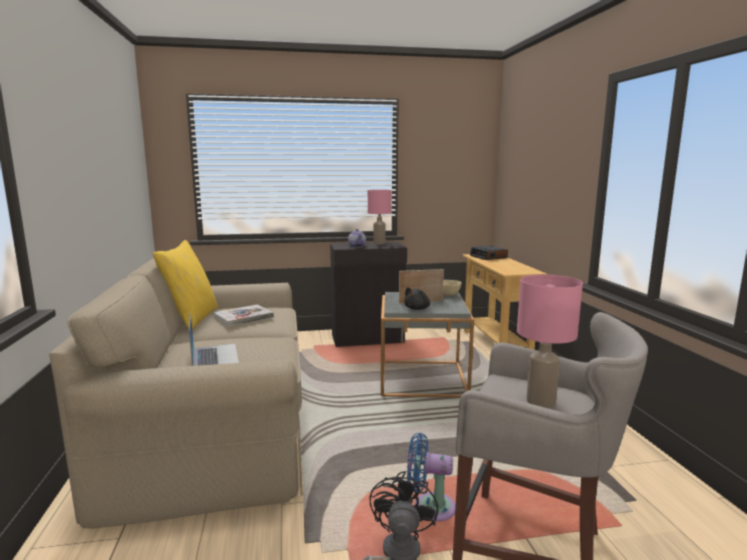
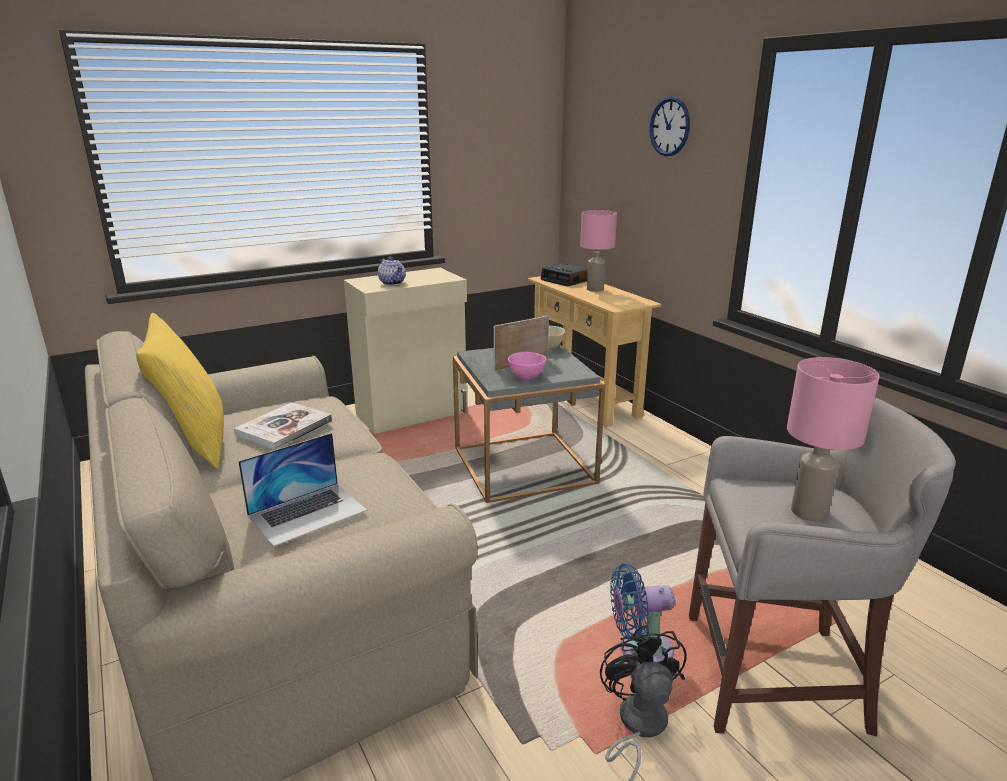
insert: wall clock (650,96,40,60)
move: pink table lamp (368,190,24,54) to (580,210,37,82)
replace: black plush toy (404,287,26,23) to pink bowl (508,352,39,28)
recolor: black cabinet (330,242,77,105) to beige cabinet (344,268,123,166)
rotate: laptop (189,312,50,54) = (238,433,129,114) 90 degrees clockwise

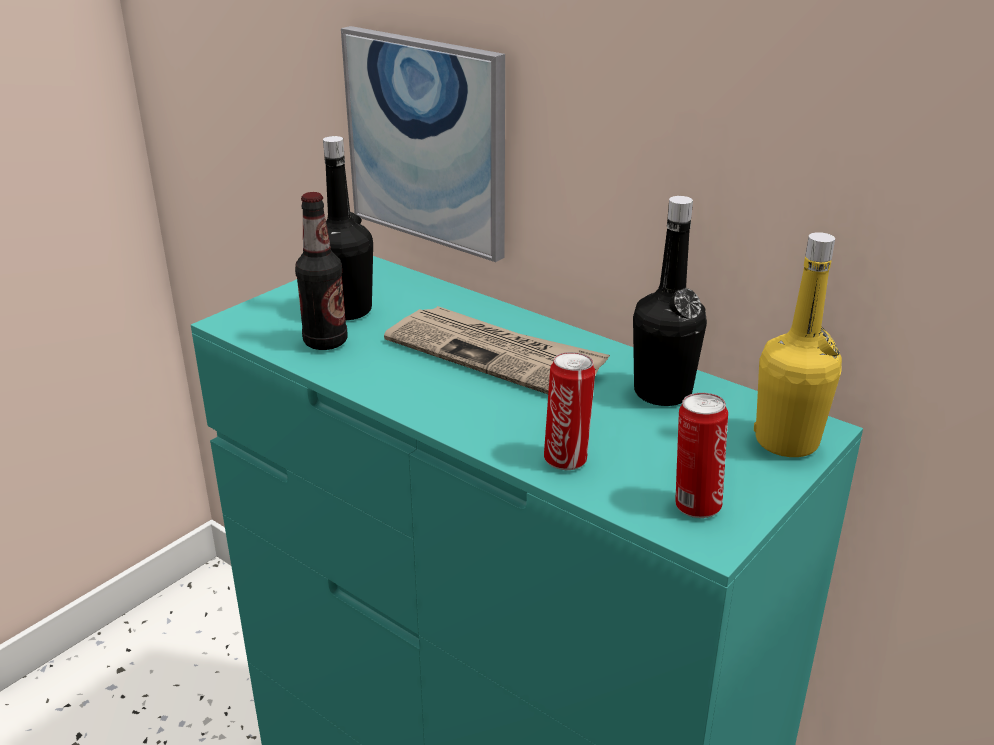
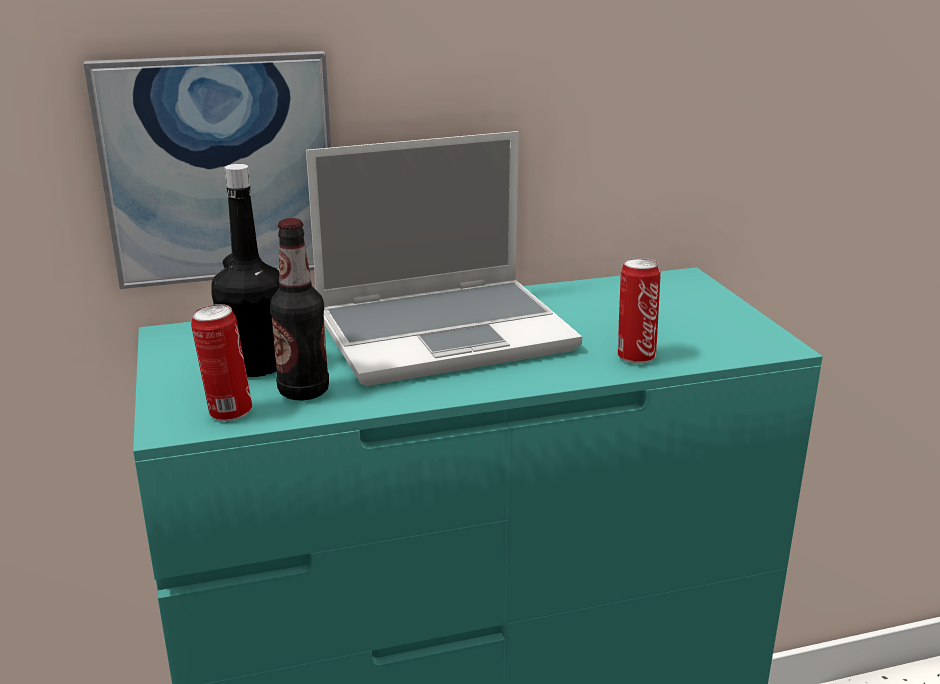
delete: black bottle (633,196,74,210); yellow bottle (754,232,88,225)
move: can (675,393,53,125) to (191,304,61,117)
replace: newspaper (384,306,226,88) to laptop (306,131,276,255)

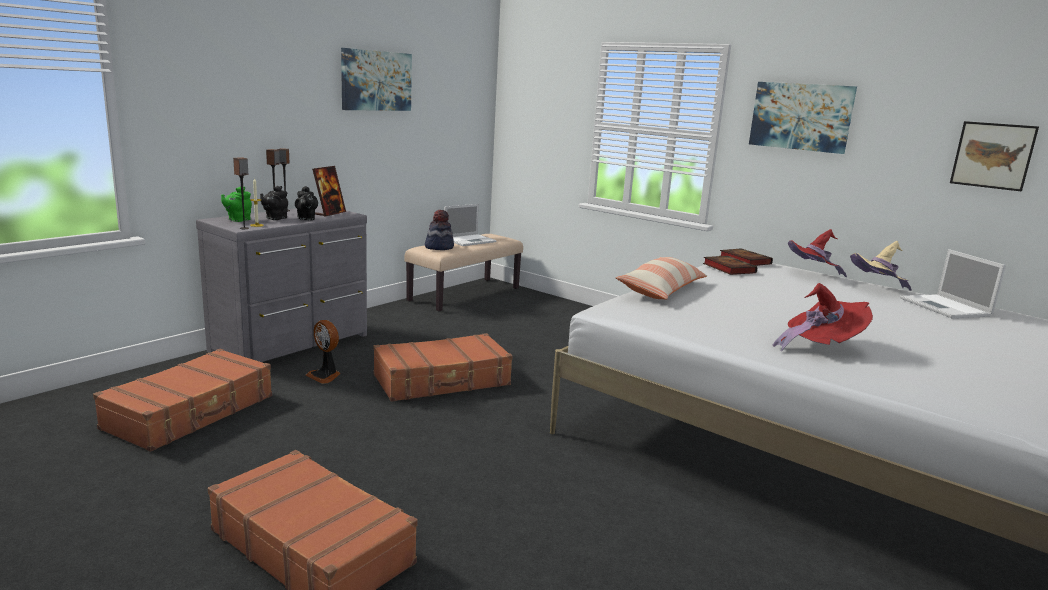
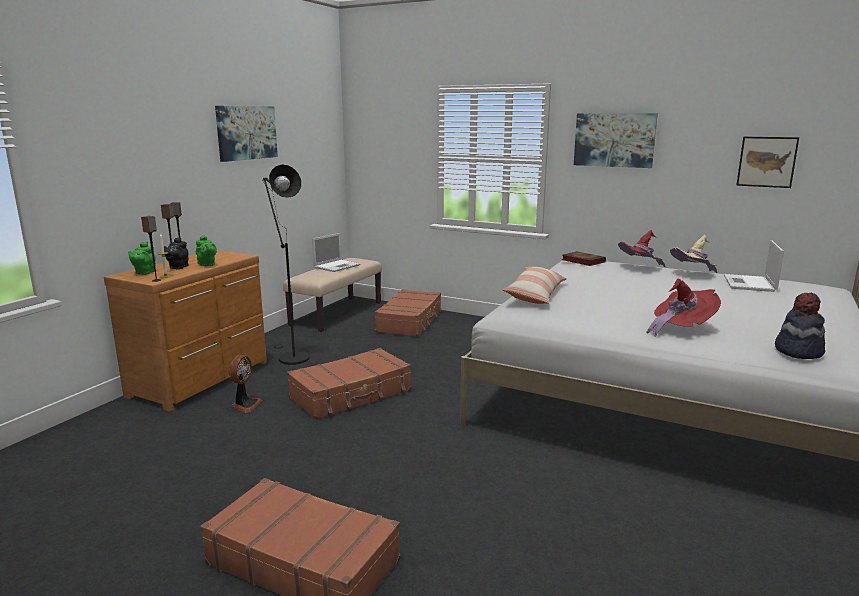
delete: picture frame (312,166,34,51); book (703,256,54,19)
insert: black floor lamp (262,165,48,200)
move: hat (425,210,29,40) to (775,293,50,66); brown suitcase (93,349,179,103) to (375,289,67,48)
recolor: black teapot (295,186,23,34) to green teapot (196,235,21,31); grey dresser (196,206,171,156) to brown dresser (104,250,163,162)
rotate: laptop (900,249,106,69) = (724,240,60,52) 45 degrees clockwise; fan (306,320,35,64) = (229,355,34,58) 105 degrees counterclockwise

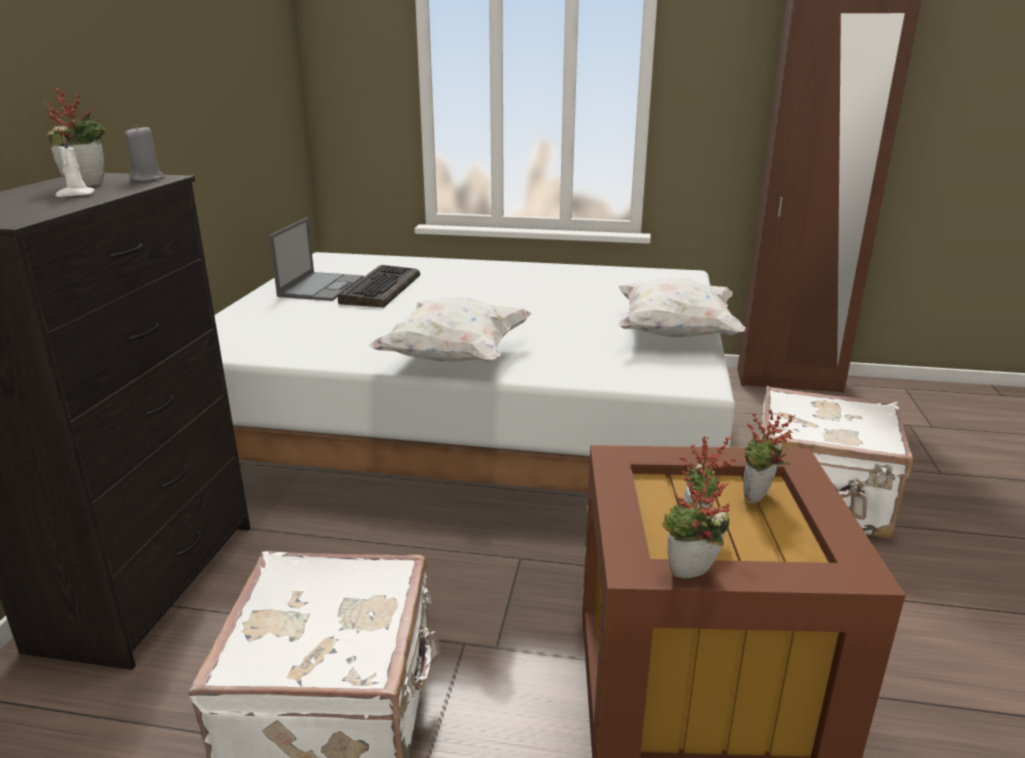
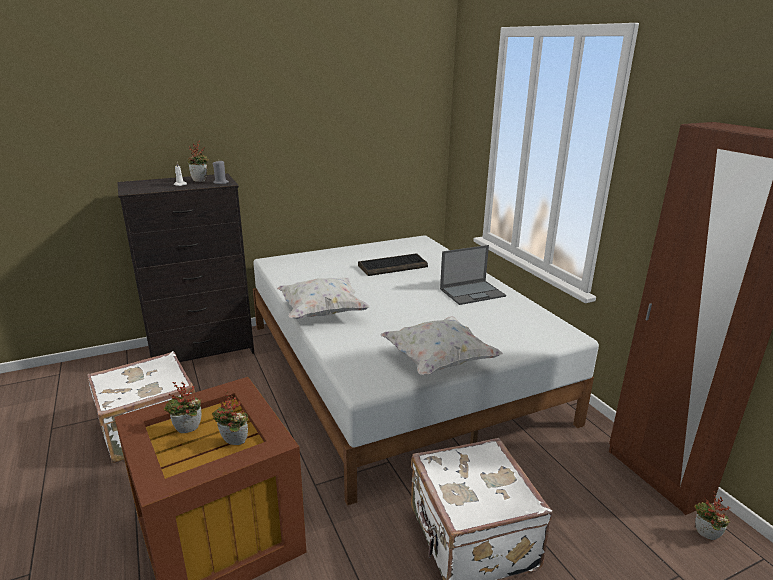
move: laptop (269,218,95,83) to (440,245,66,60); potted plant (662,471,68,107) to (694,491,36,49)

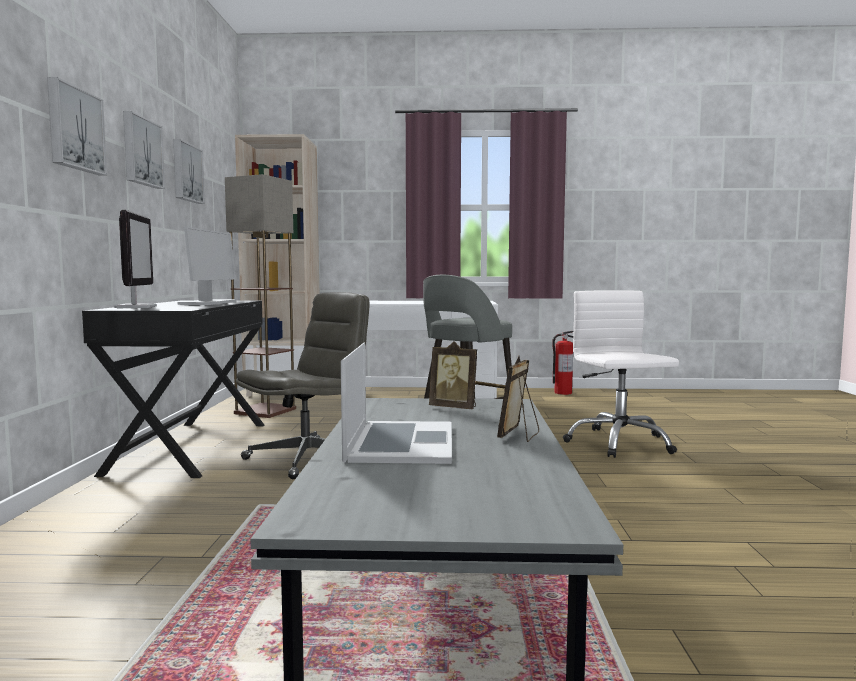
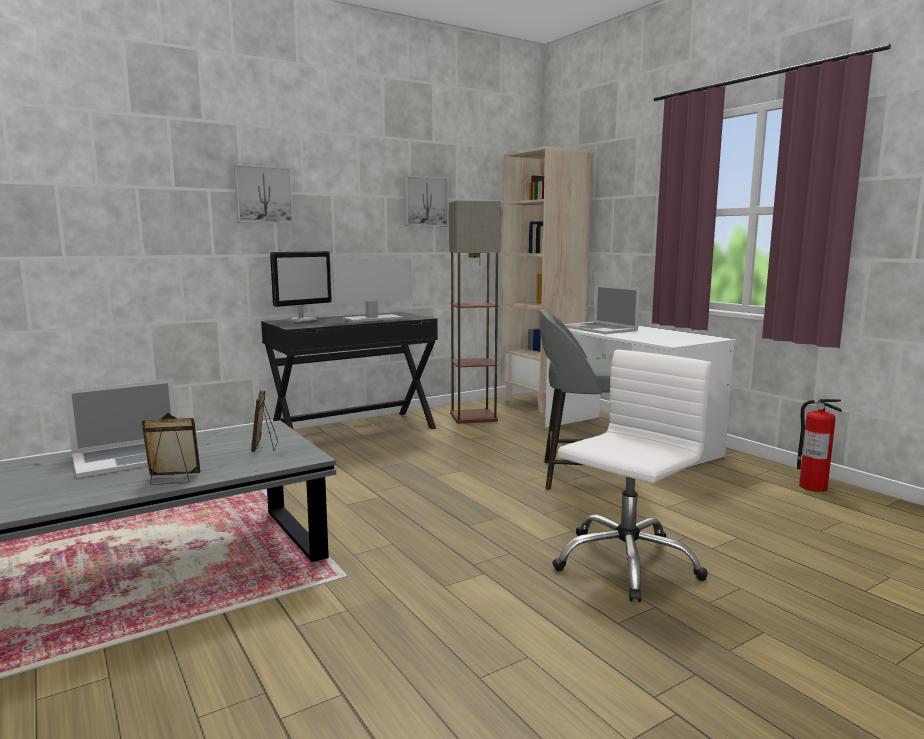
delete: picture (123,111,42,78); grey office chair (236,292,133,187)
insert: laptop (565,284,75,50)

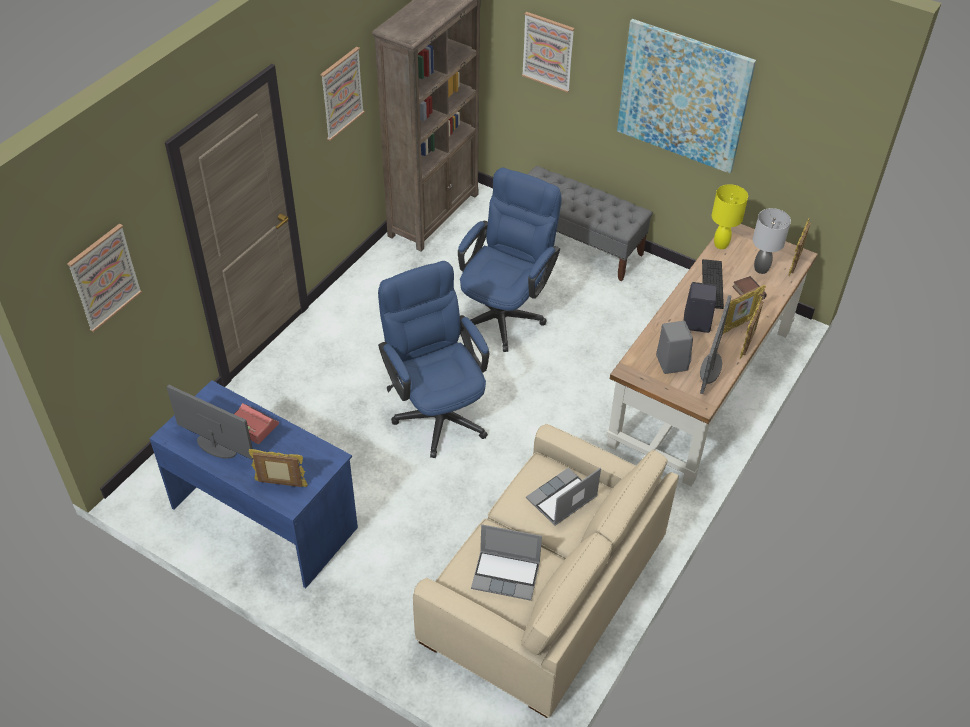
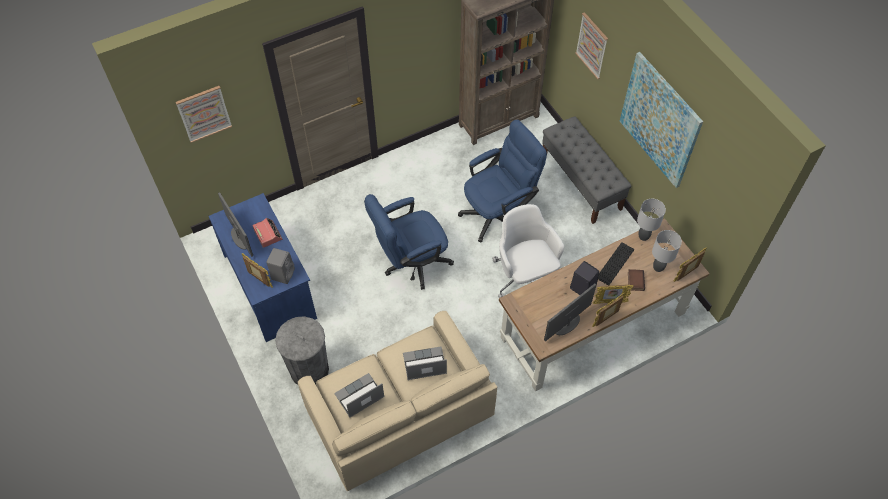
delete: picture (320,47,45,94)
insert: white office chair (492,204,72,94); grey trash can (275,316,54,70)
move: grey speaker (656,321,37,53) to (266,248,29,36)
recolor: yellow table lamp (712,184,36,65) to grey table lamp (637,199,29,42)
rotate: blue office chair (378,261,111,197) = (364,194,90,96) 120 degrees counterclockwise; laptop (471,524,71,77) = (334,373,51,44) 105 degrees clockwise

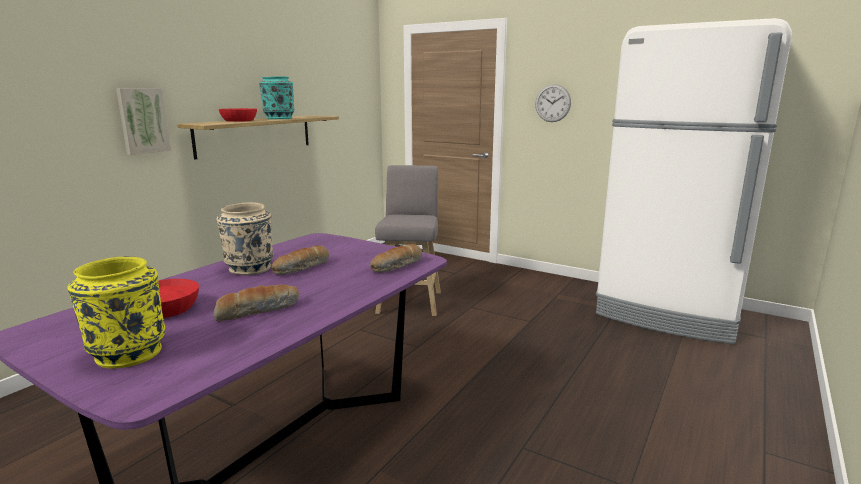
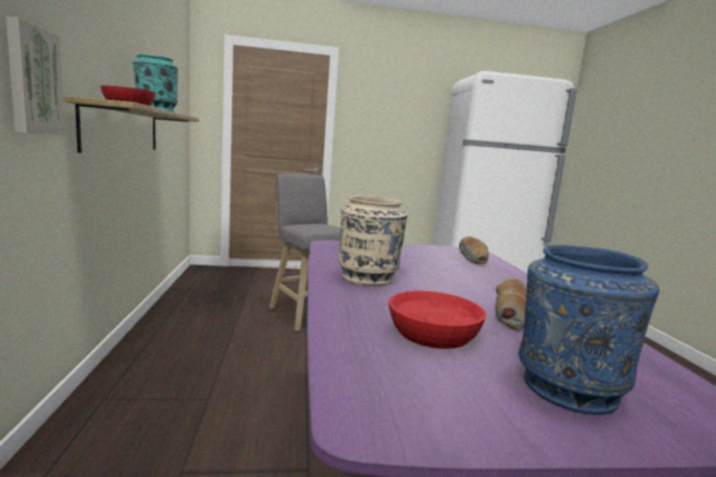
delete: wall clock (535,84,36,38); bread (271,245,58,30)
recolor: yellow vase (68,256,98,113) to blue vase (519,245,140,170)

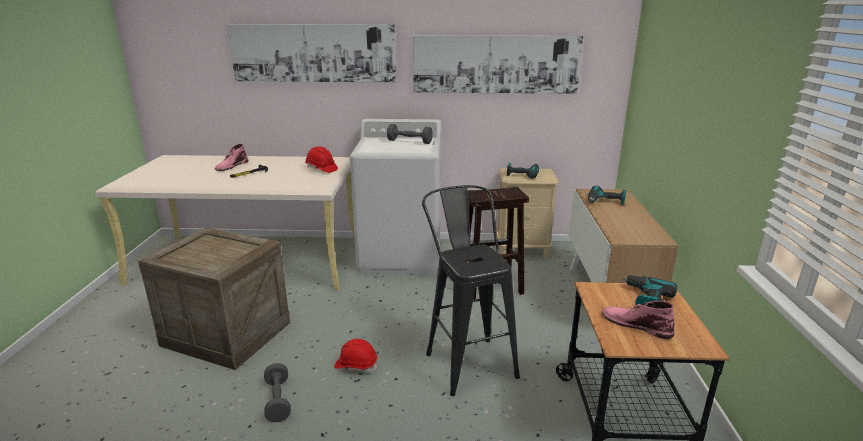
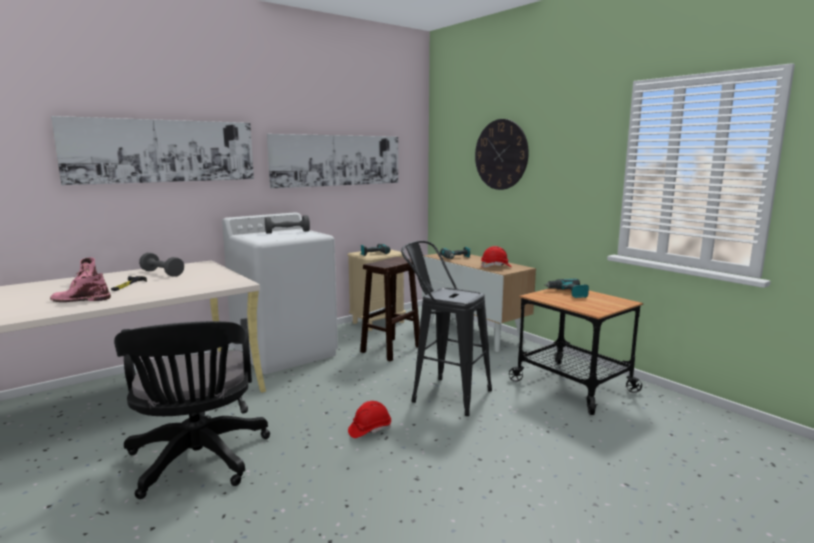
insert: wall clock (475,119,54,71)
move: red hard hat (305,146,33,27) to (481,246,30,22); pink boot (602,301,73,38) to (50,273,61,29); grey dumbbell (264,363,27,59) to (139,253,45,24)
replace: crate (138,227,152,143) to black office chair (114,318,156,181)

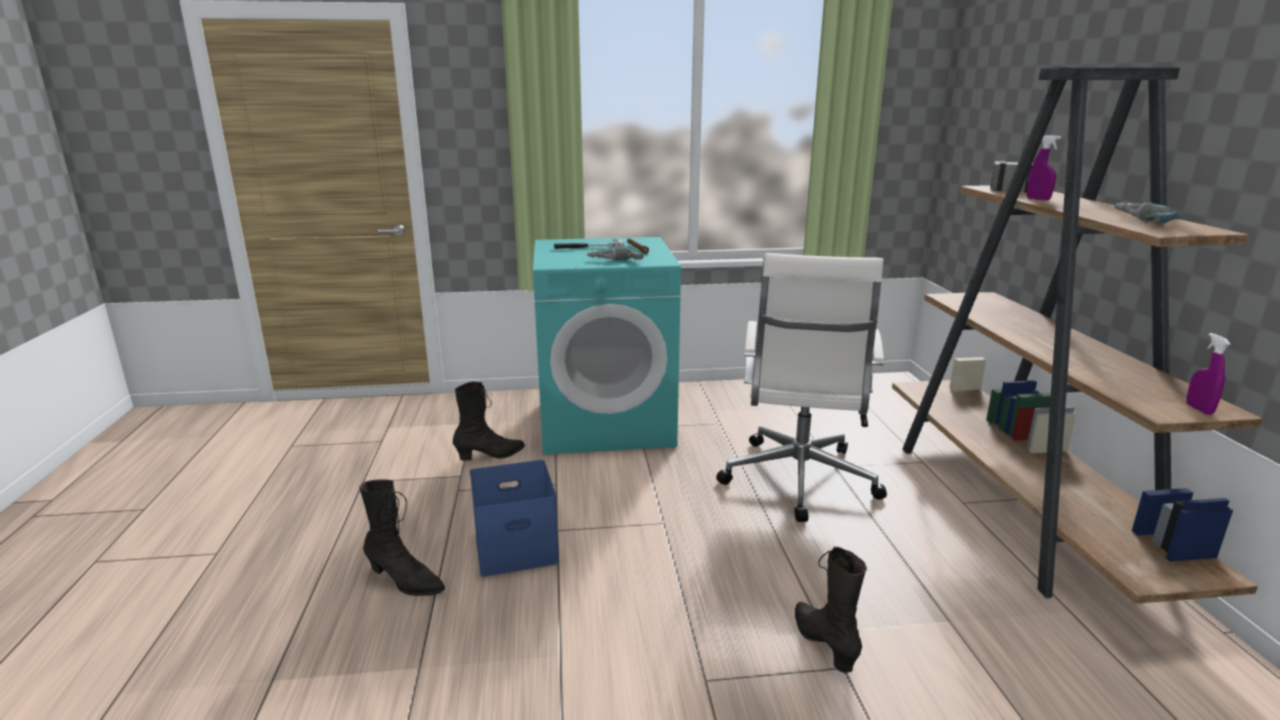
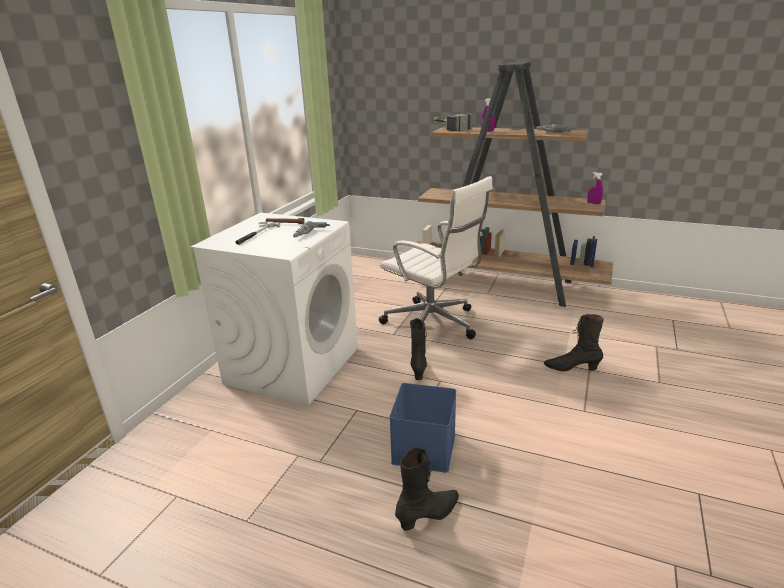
move: black boot (453,382,72,79) to (410,318,17,62)
recolor: turquoise washing machine (533,237,148,217) to white washing machine (190,213,168,192)

